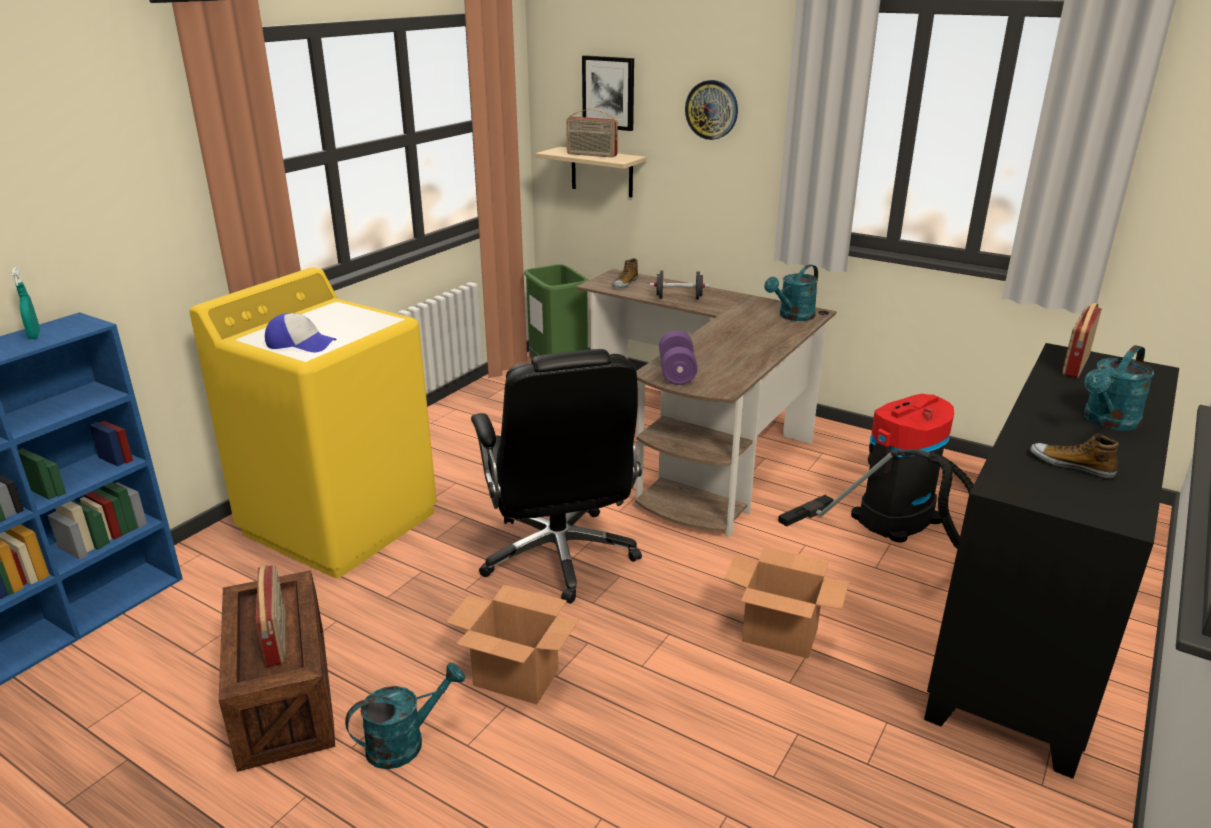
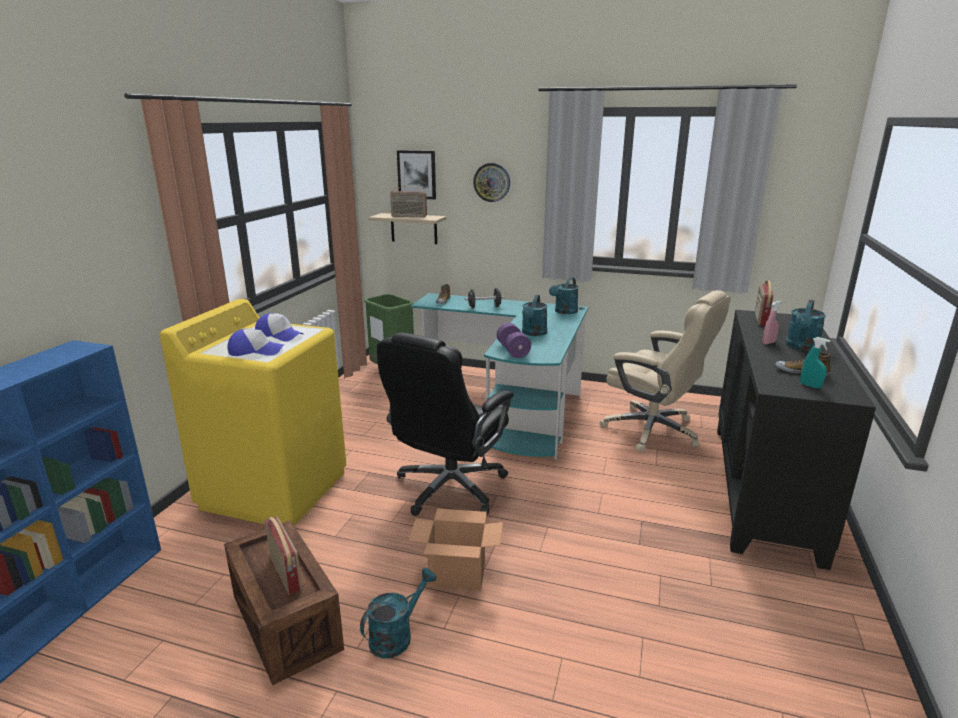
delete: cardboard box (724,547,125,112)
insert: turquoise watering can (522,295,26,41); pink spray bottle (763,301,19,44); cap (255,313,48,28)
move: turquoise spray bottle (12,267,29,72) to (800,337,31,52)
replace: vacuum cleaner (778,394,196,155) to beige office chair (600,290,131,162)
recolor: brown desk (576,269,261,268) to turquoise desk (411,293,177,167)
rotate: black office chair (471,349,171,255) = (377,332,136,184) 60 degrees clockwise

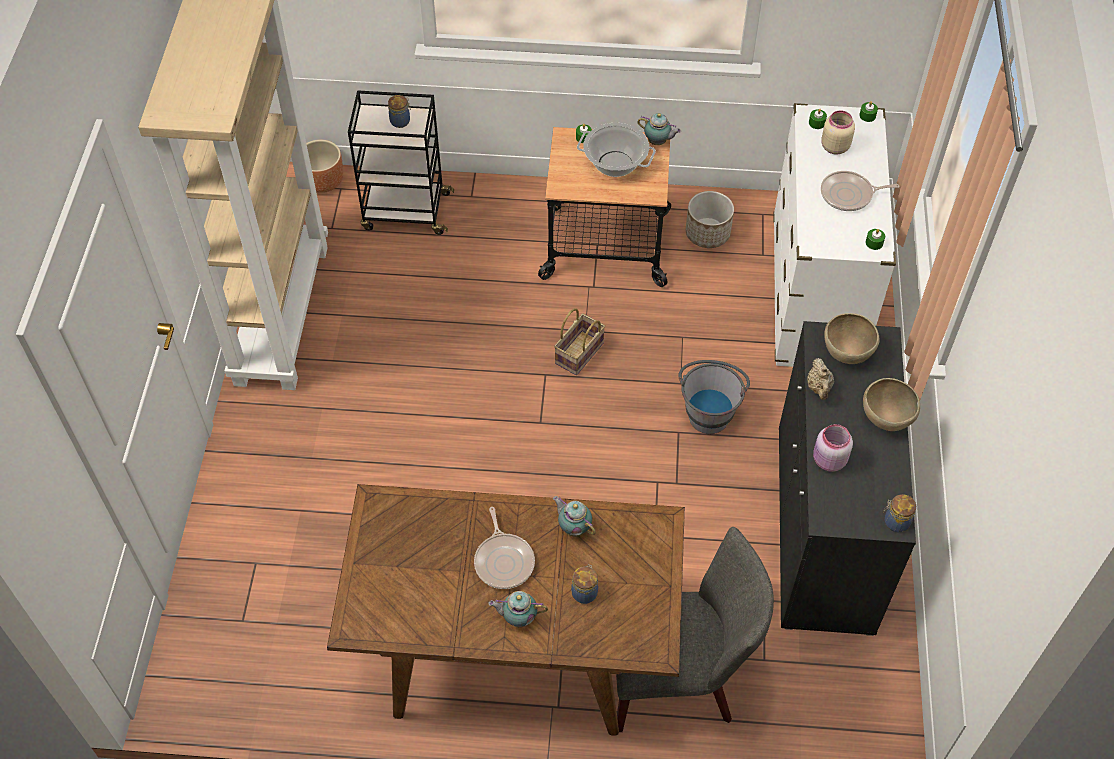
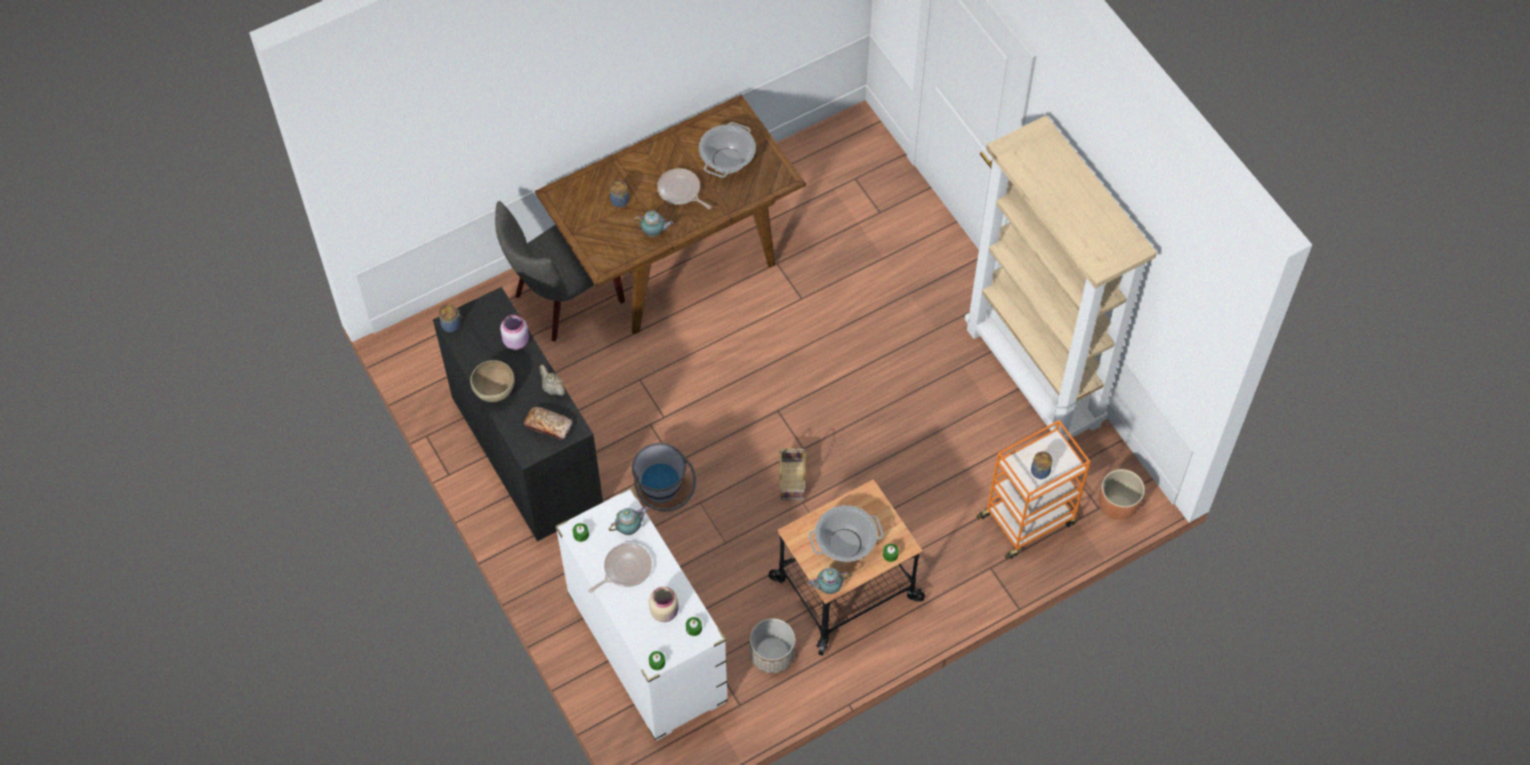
insert: cooking pot (699,122,57,56)
move: teapot (488,591,60,36) to (609,507,39,28)
replace: brown bowl (824,313,56,51) to bread (524,407,49,33)
recolor: black cart (348,90,106,145) to orange cart (977,420,114,140)

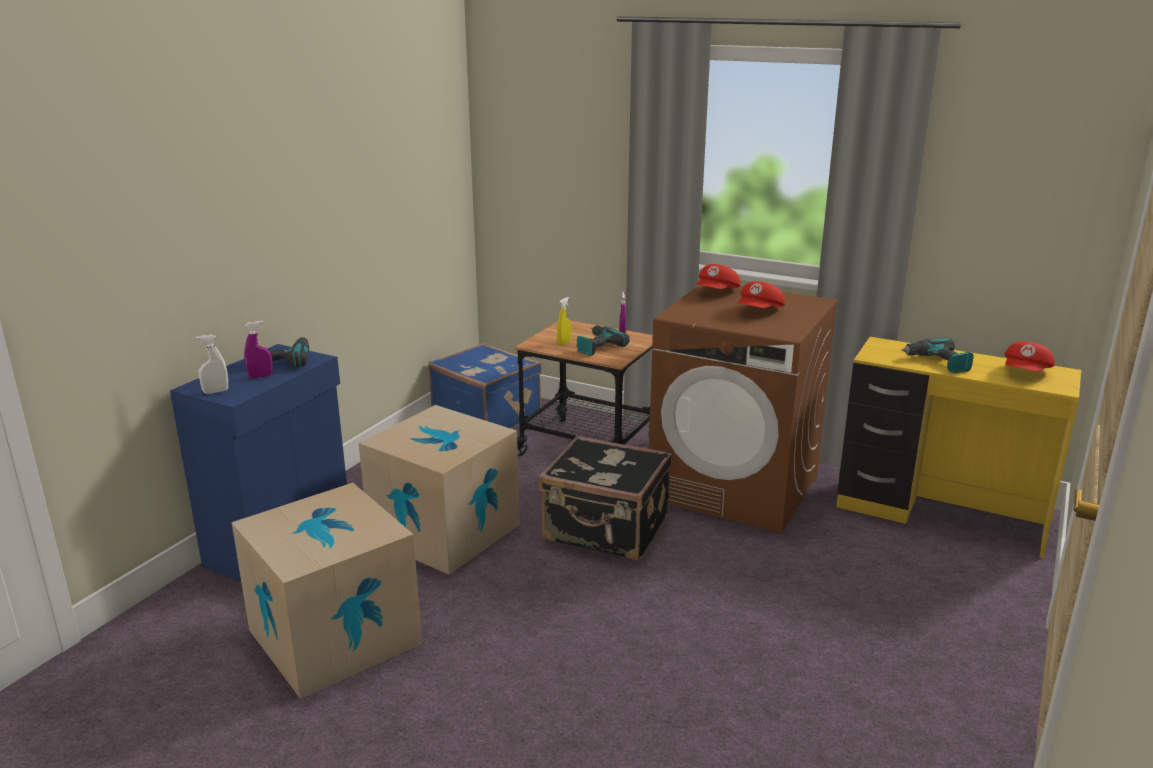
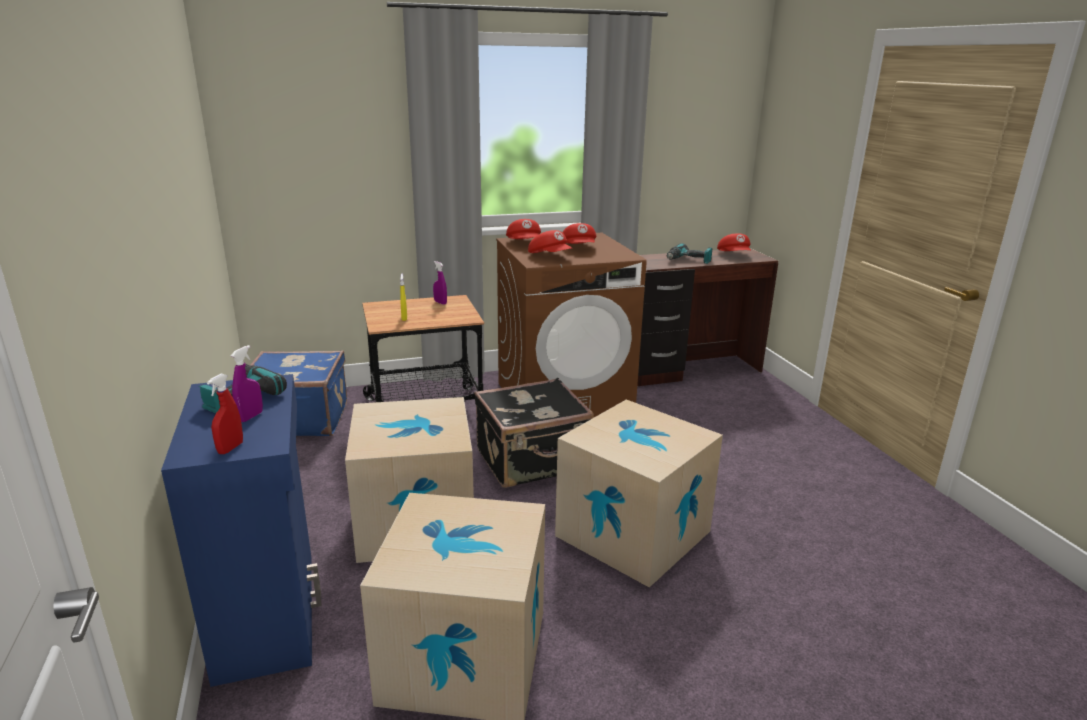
delete: power drill (577,325,53,31)
insert: red cap (528,230,44,23); cardboard box (555,399,168,188)
recolor: white spray bottle (196,334,32,60) to red spray bottle (207,374,36,80); yellow desk (837,337,245,221) to brown desk (637,248,141,139)

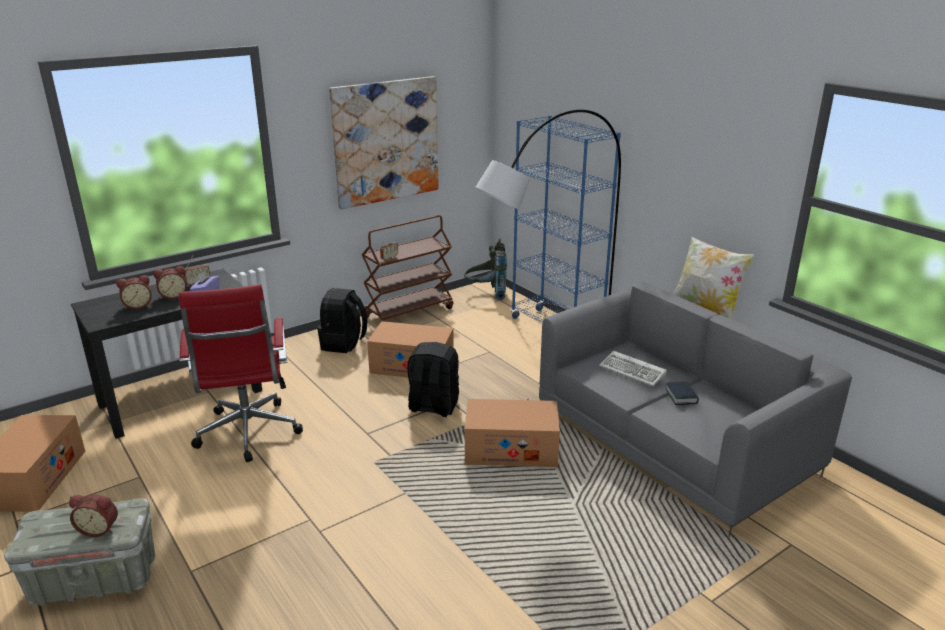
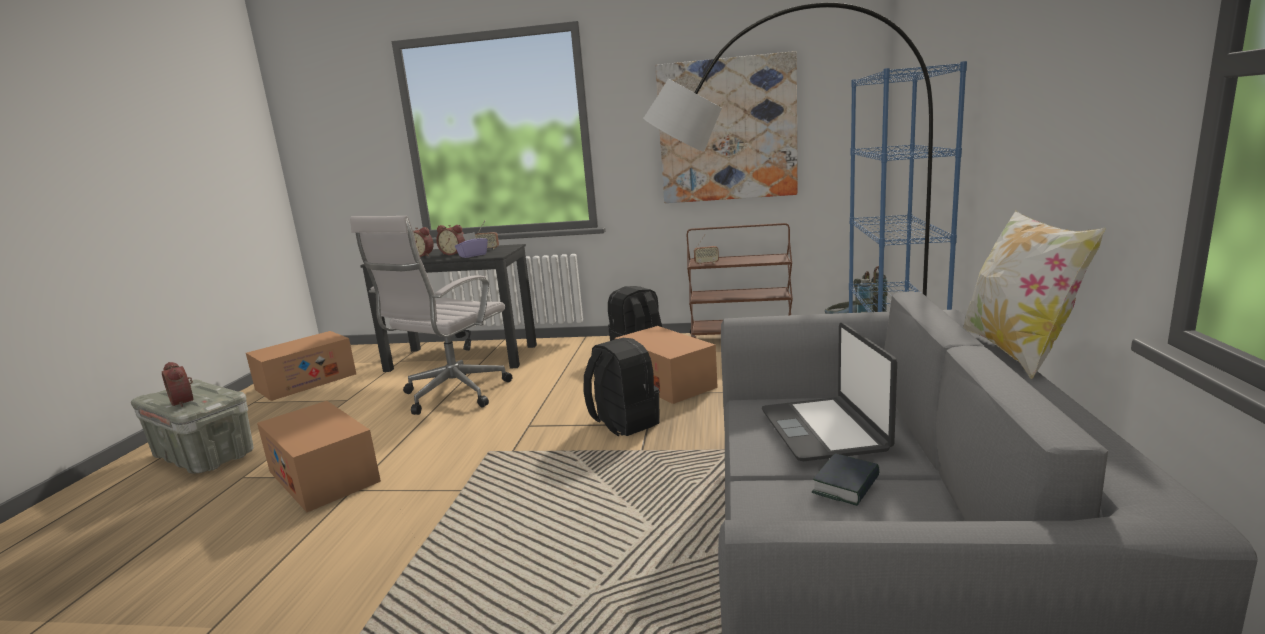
move: cardboard box (465,399,95,68) to (257,401,124,111)
replace: keyboard (599,351,68,35) to laptop (762,322,135,139)
recolor: red office chair (178,284,125,178) to white office chair (350,216,163,199)

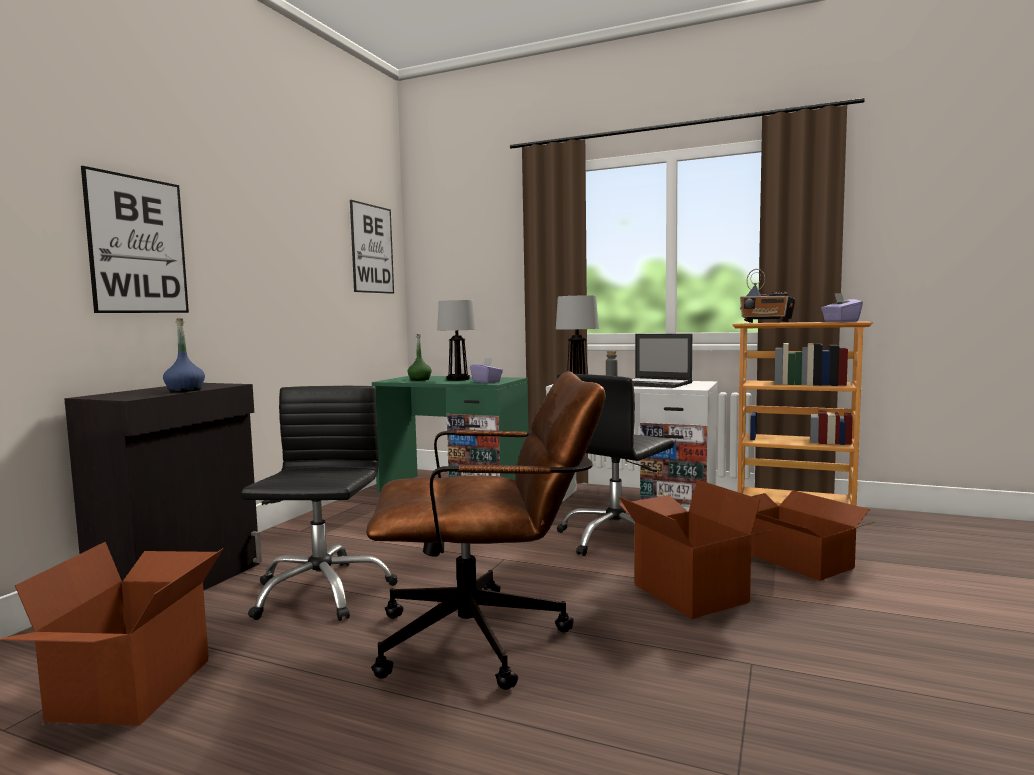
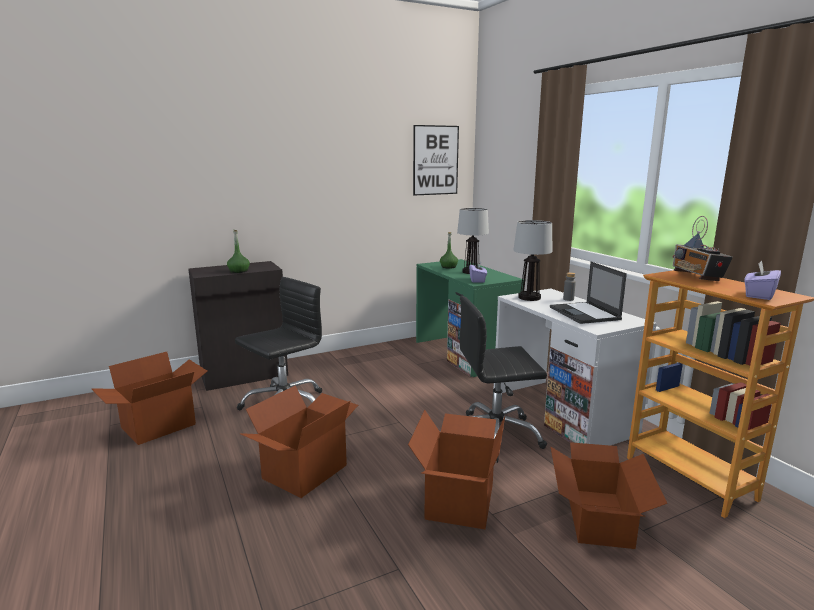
delete: picture (81,166,108,147)
replace: brown office chair (366,371,240,319) to cardboard box (239,386,119,112)
recolor: blue bottle (163,318,42,74) to green bottle (227,230,23,43)

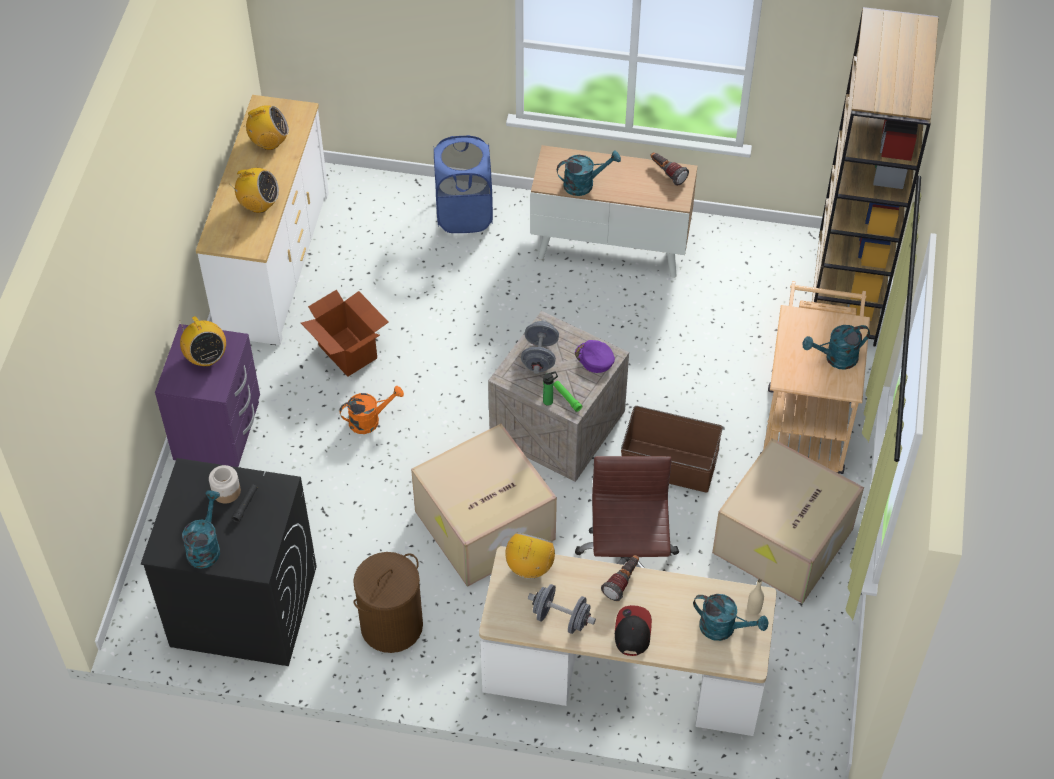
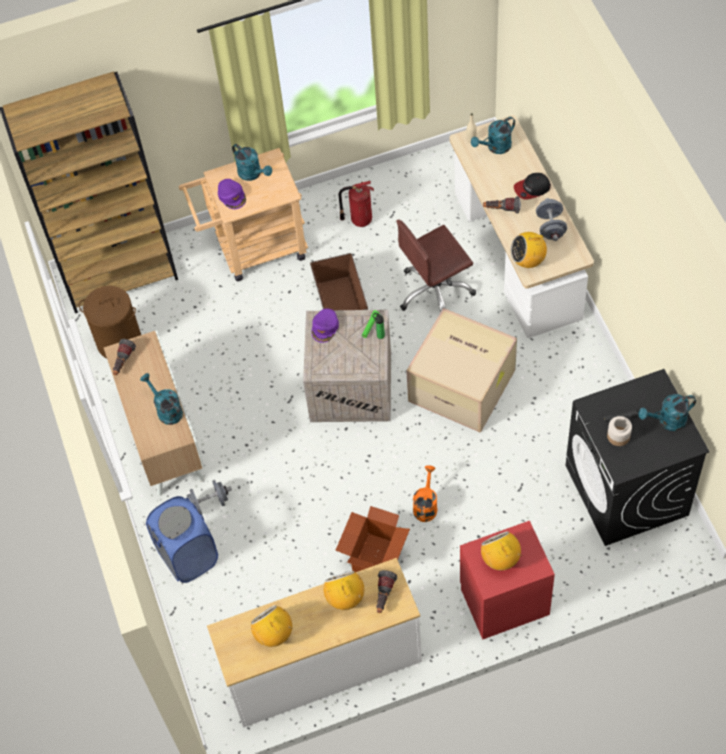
insert: purple cap (218,179,28,30); flashlight (376,570,21,43)
move: grey dumbbell (521,320,38,54) to (187,480,45,34); brown laundry basket (353,552,70,101) to (79,286,62,73)
replace: cardboard box (712,438,152,166) to fire extinguisher (339,181,35,46)
recolor: purple nightstand (155,324,105,143) to red nightstand (460,521,95,118)
rotate: radio (180,316,46,51) = (481,531,41,40) 60 degrees counterclockwise; orange watering can (339,386,65,48) = (413,465,24,57) 60 degrees clockwise; turquoise watering can (693,594,75,47) = (471,117,44,37) 120 degrees counterclockwise

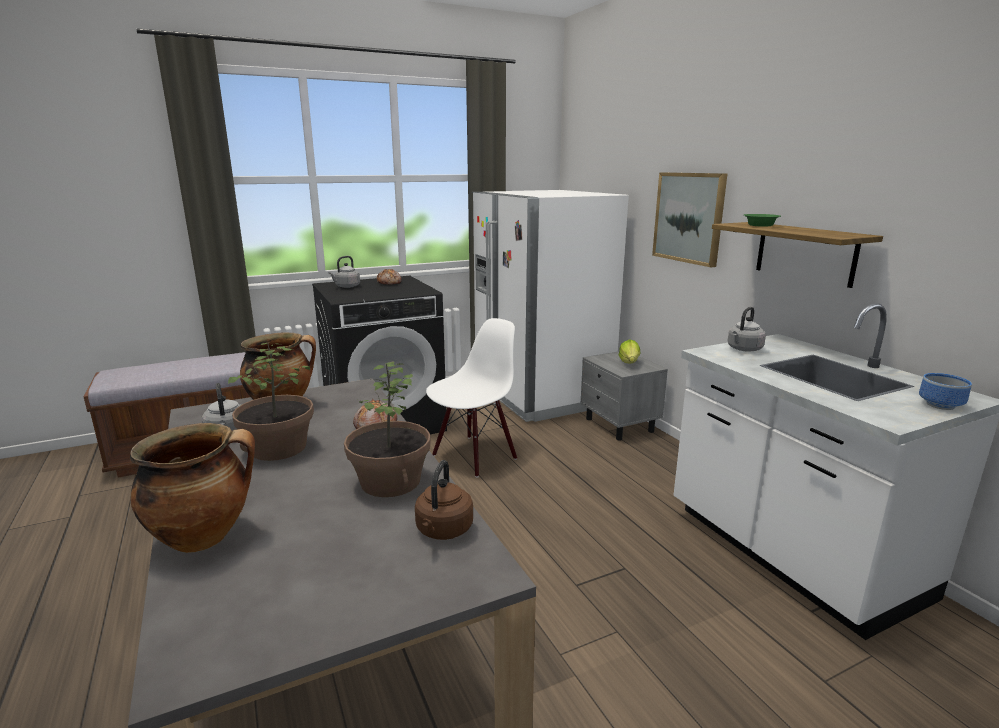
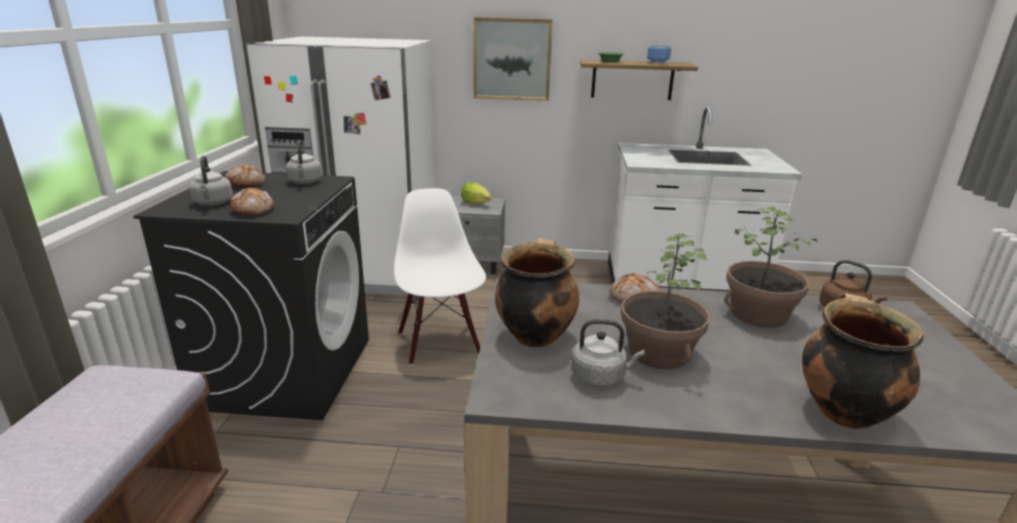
insert: bread (230,188,44,28)
move: grey kettle (728,307,38,45) to (286,140,36,44); bowl (919,373,53,37) to (647,46,24,18)

